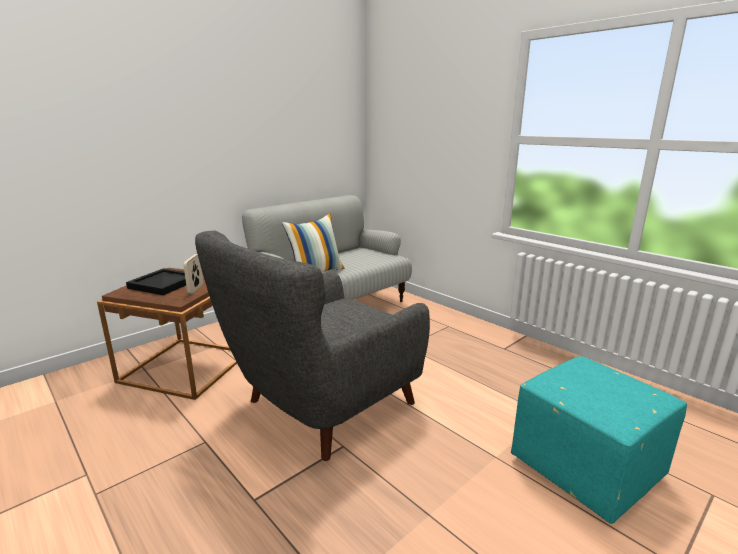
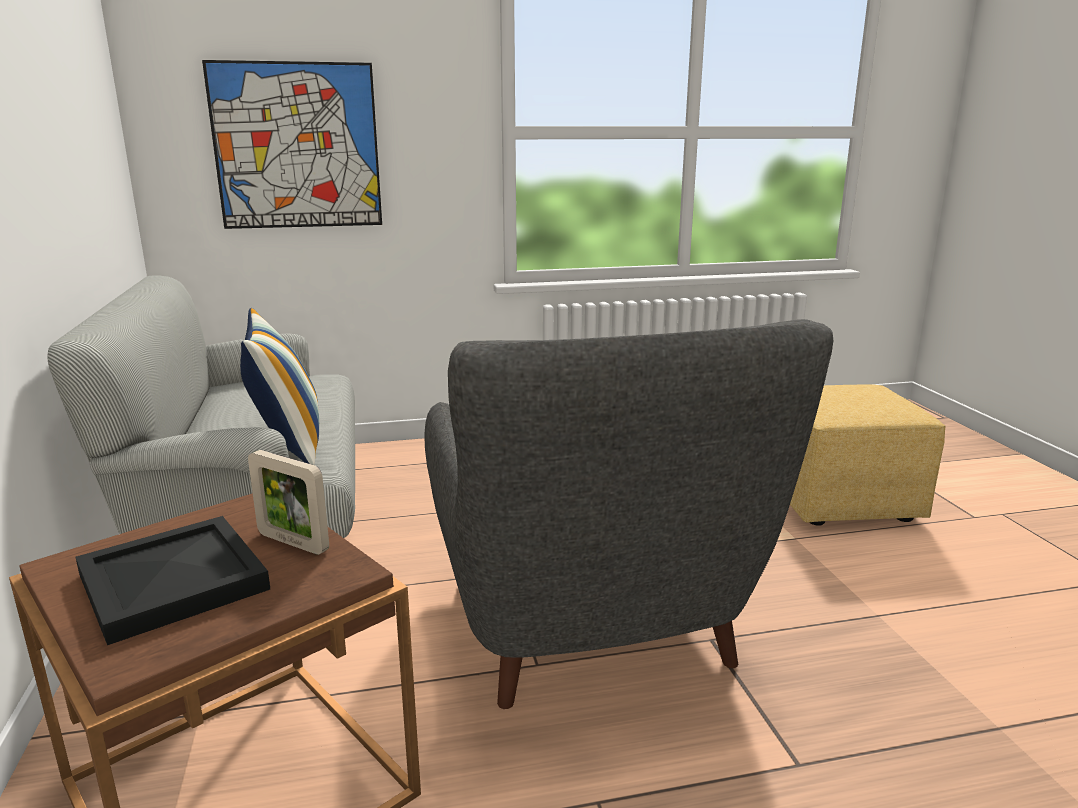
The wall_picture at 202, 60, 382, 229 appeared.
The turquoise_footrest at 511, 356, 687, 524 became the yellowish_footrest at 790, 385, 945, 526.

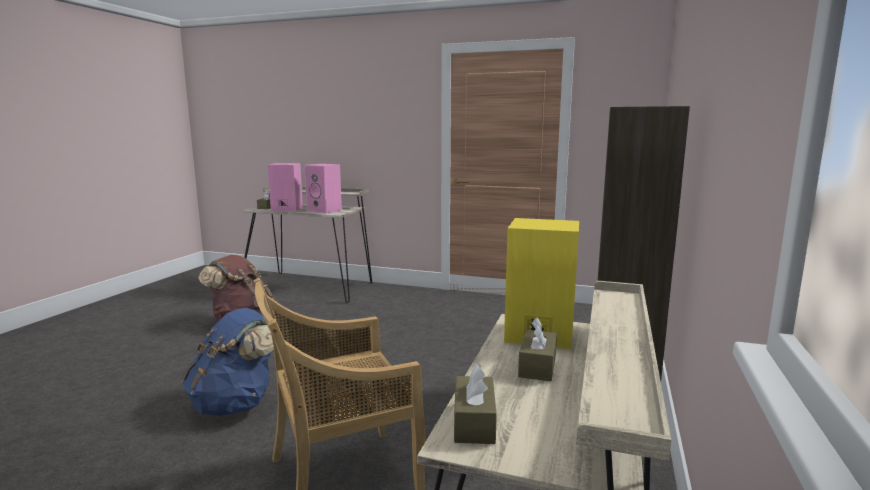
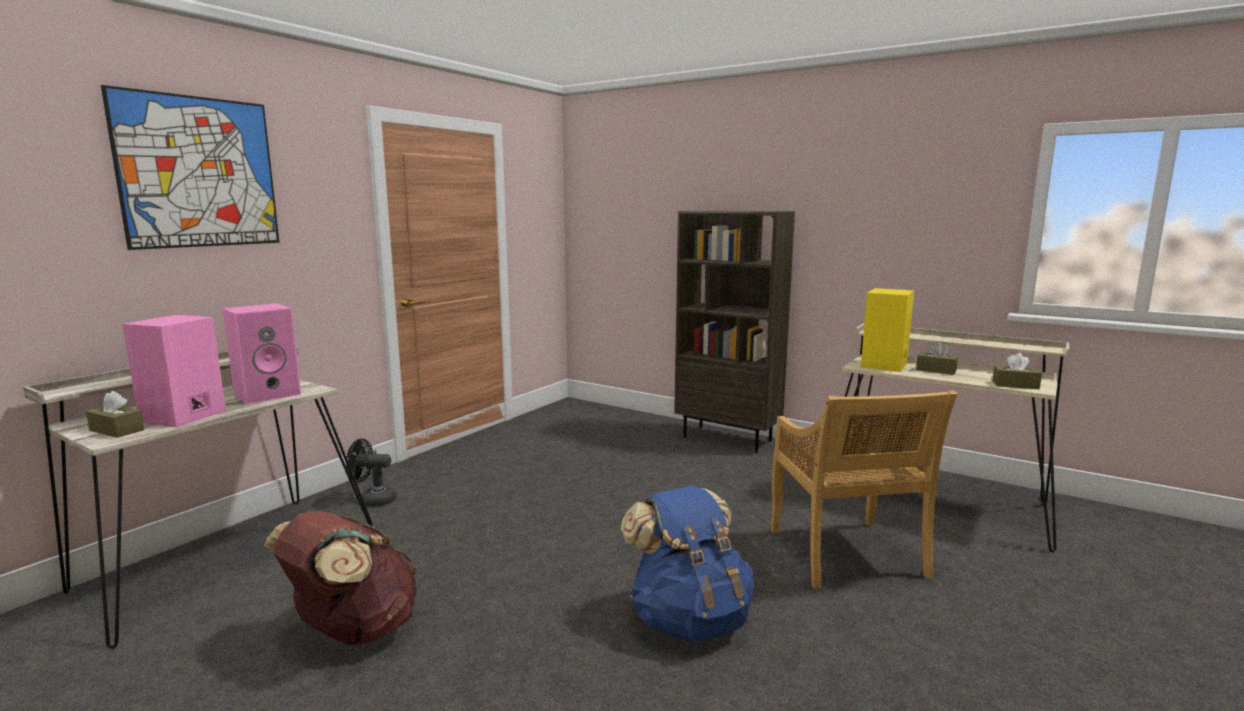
The wall_picture at 101, 85, 280, 250 appeared.
The blackish_cooling_fan at 346, 439, 397, 506 appeared.

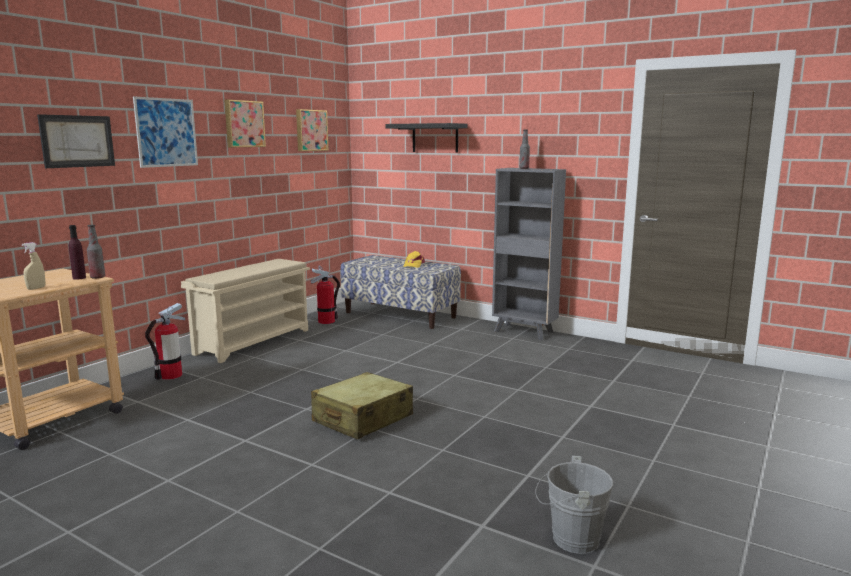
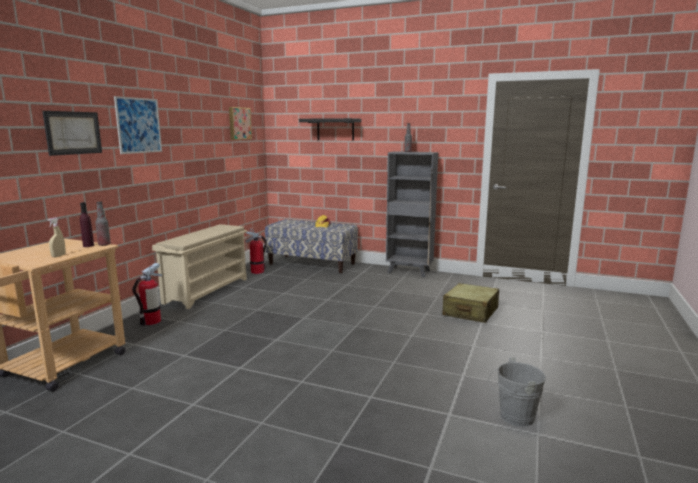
The beige_suitcase moved from 311, 372, 413, 439 to 442, 283, 499, 323.
The wall_picture at 224, 100, 266, 147 disappeared.

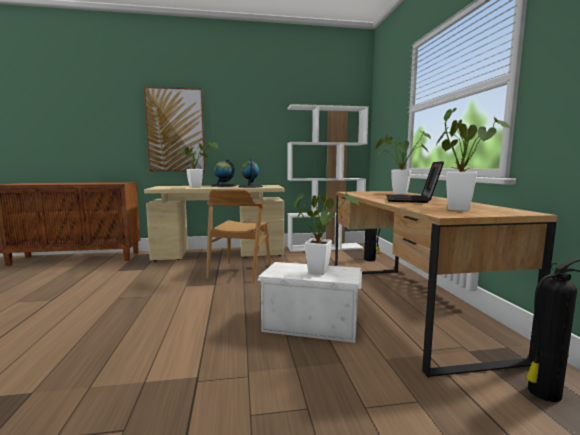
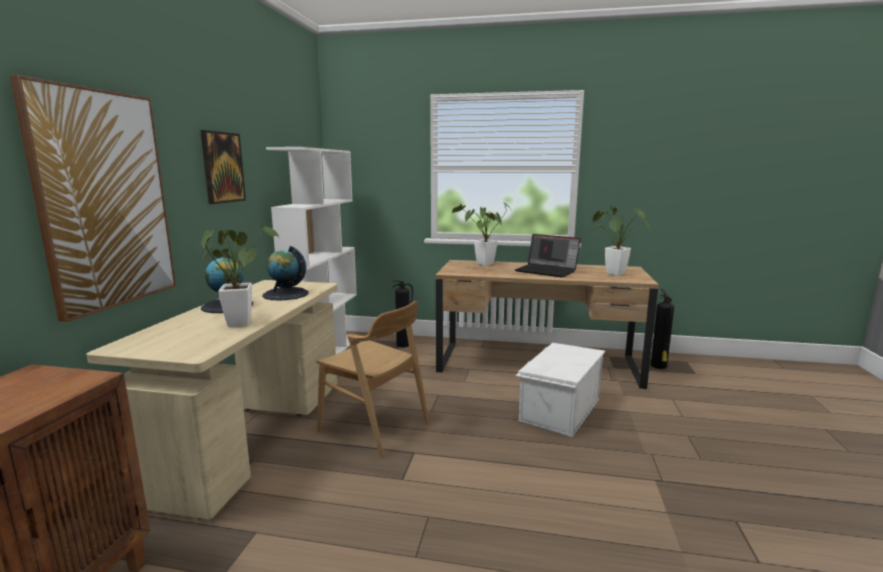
The wall_picture at 200, 130, 246, 204 appeared.
The houseplant at 294, 192, 359, 275 disappeared.

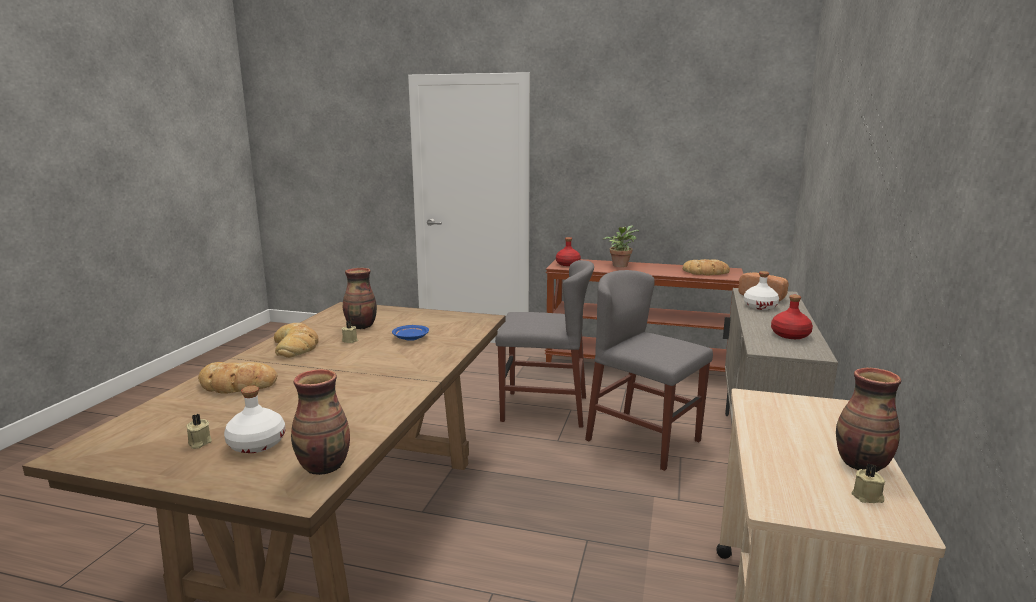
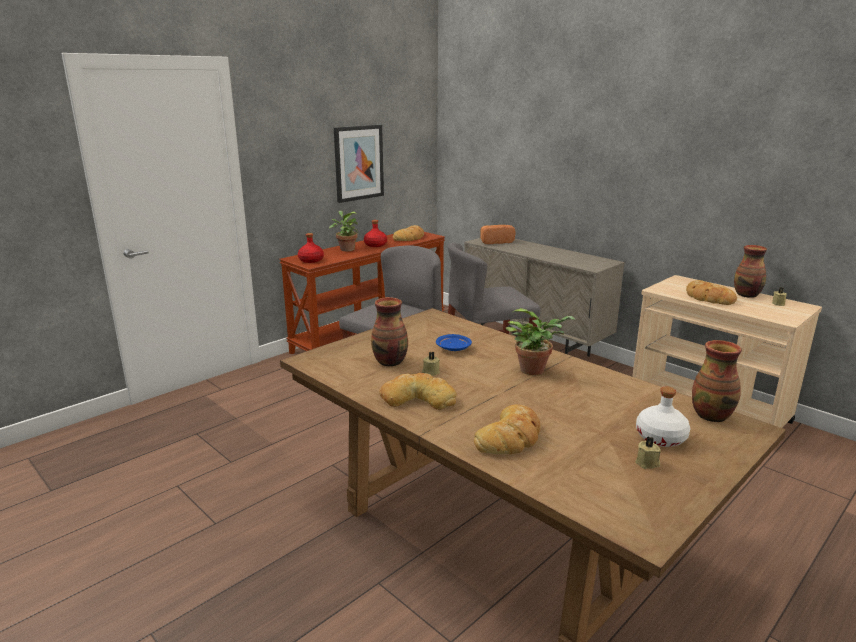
The wall_picture at 334, 125, 384, 203 appeared.
The red_beverage_bottle moved from 771, 295, 813, 339 to 364, 220, 387, 247.
The houseplant at 506, 308, 575, 375 appeared.
The baked_bread at 686, 280, 737, 305 appeared.
The white_beverage_bottle at 744, 271, 779, 310 disappeared.

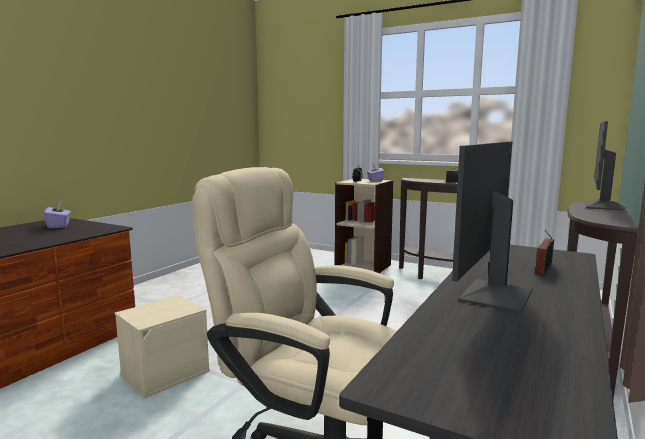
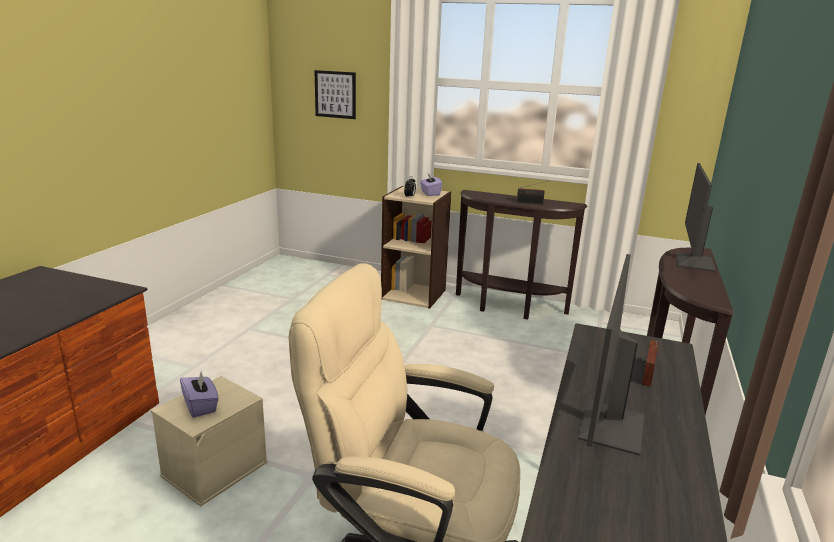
The purple_tissue_holder moved from 44, 201, 71, 228 to 180, 372, 219, 418.
The wall_picture at 314, 70, 356, 119 appeared.

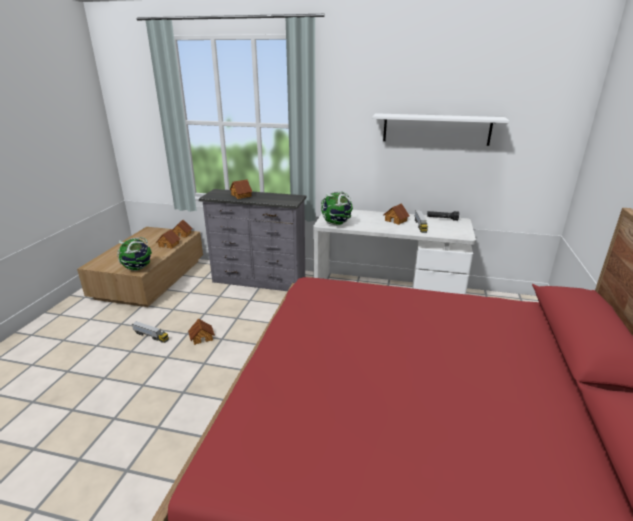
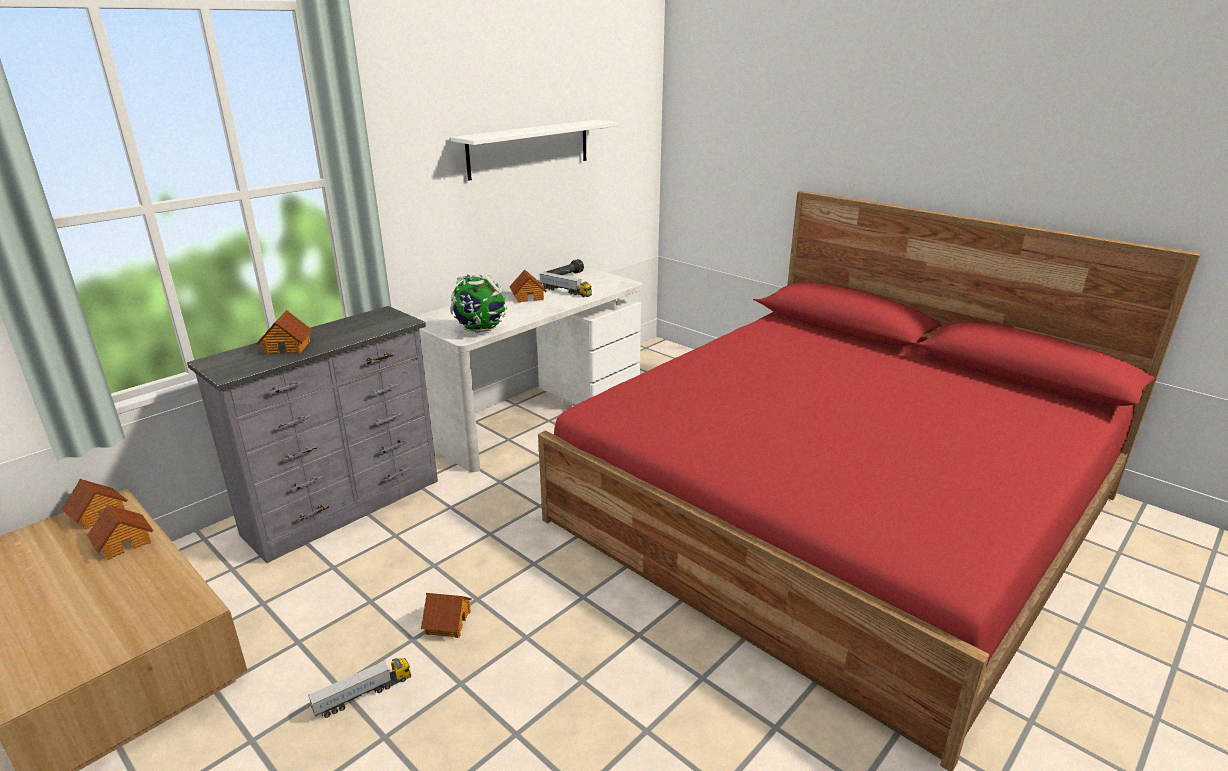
The globe at 117, 237, 152, 271 disappeared.

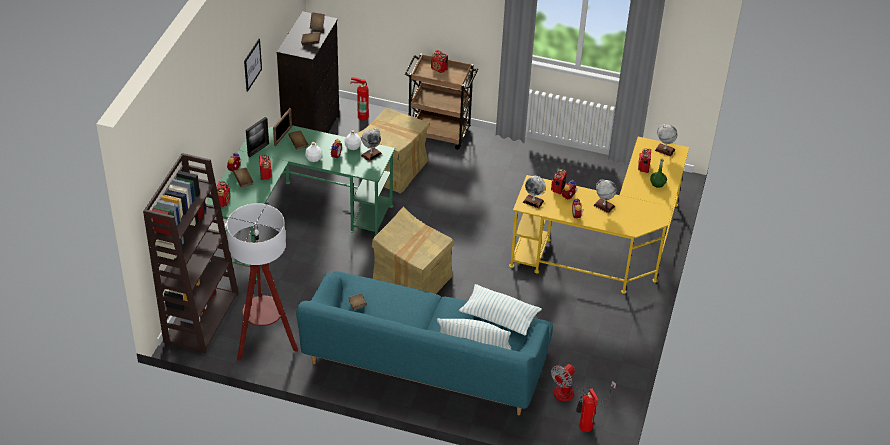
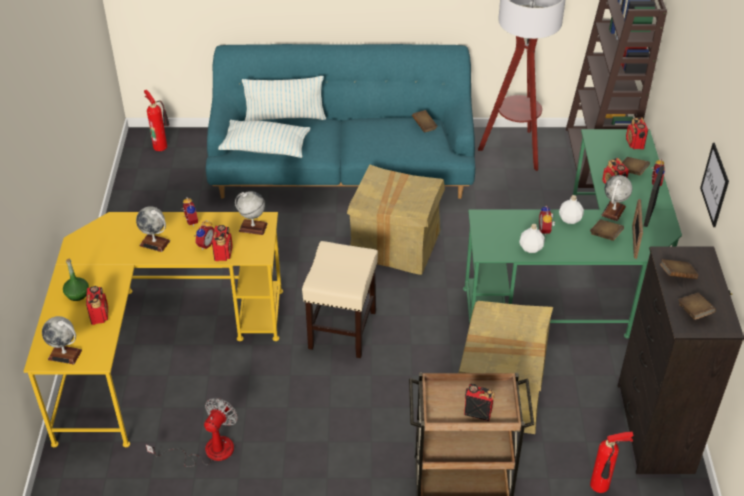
The cooling_fan moved from 551, 364, 616, 402 to 146, 398, 238, 467.
The beige_stool at 302, 241, 378, 358 appeared.
The globe moved from 361, 128, 382, 161 to 601, 175, 632, 221.

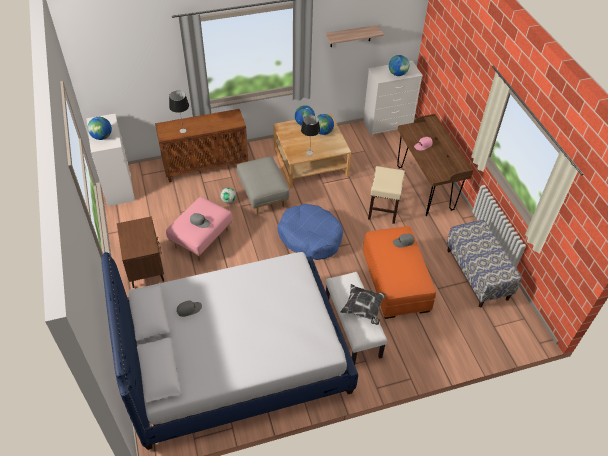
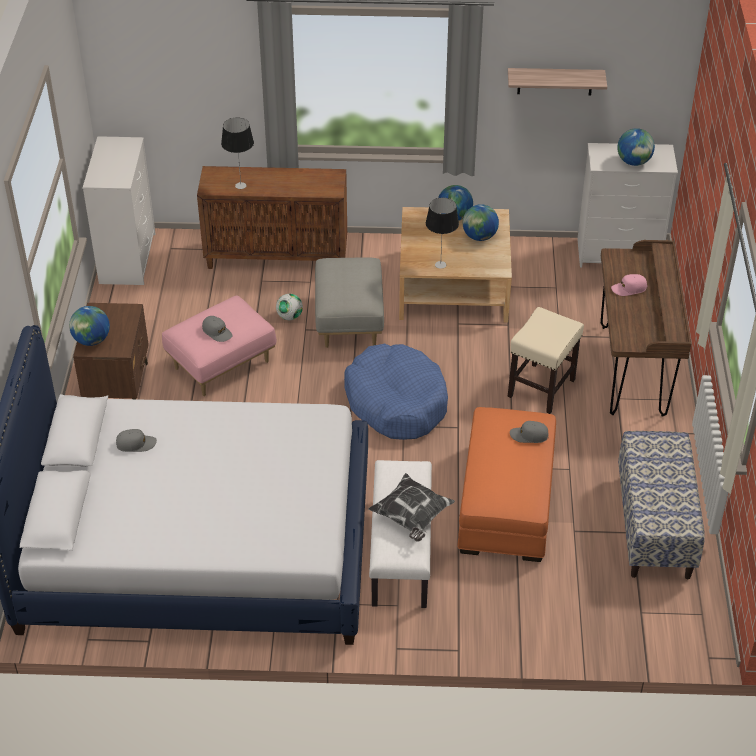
The globe moved from 88, 117, 112, 140 to 69, 306, 110, 346.

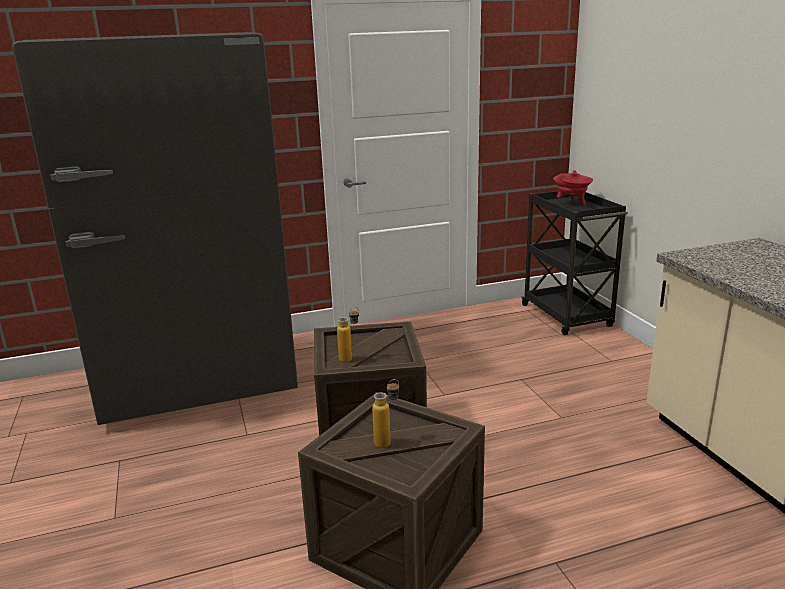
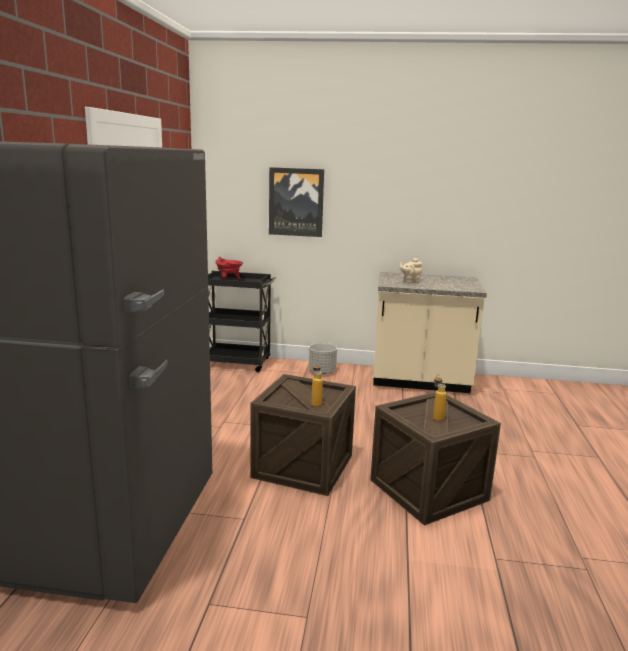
The wall_picture at 269, 167, 324, 237 appeared.
The grey_plant_pot at 309, 343, 337, 374 appeared.
The beige_teapot at 400, 258, 422, 283 appeared.

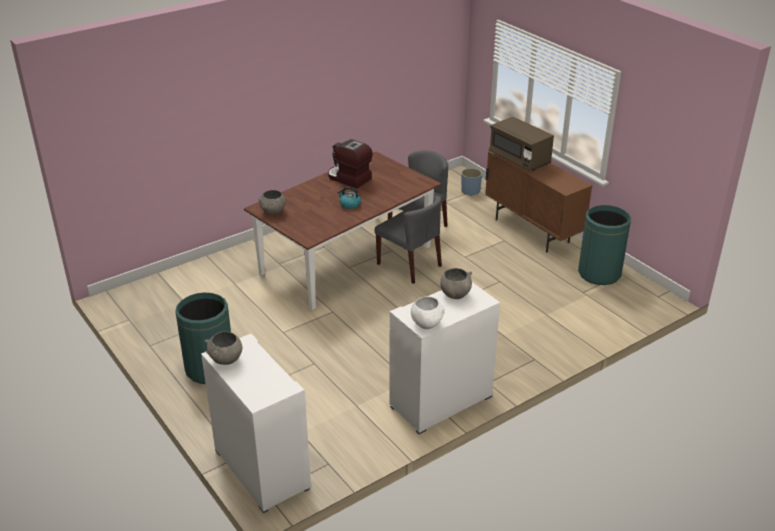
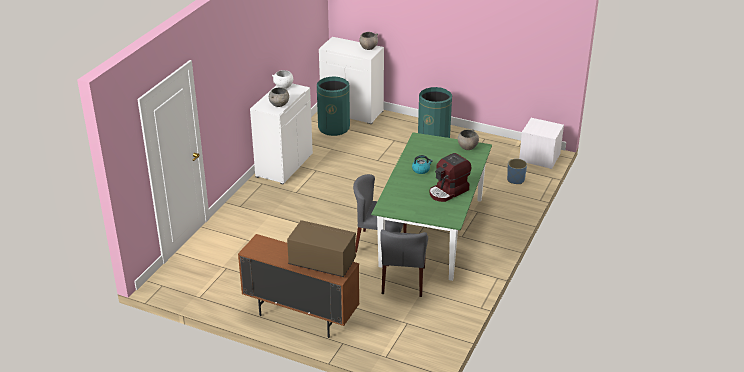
The greenish_waste_bin moved from 578, 205, 631, 285 to 317, 76, 350, 136.
The brown_dining_table at 244, 152, 441, 310 became the greenish_dining_table at 371, 133, 492, 281.
The coffee_brewer at 328, 139, 373, 189 turned 135 degrees clockwise.
The bluish_plant_pot moved from 461, 168, 482, 196 to 507, 159, 527, 184.
The white_night_table at 519, 118, 564, 169 appeared.

